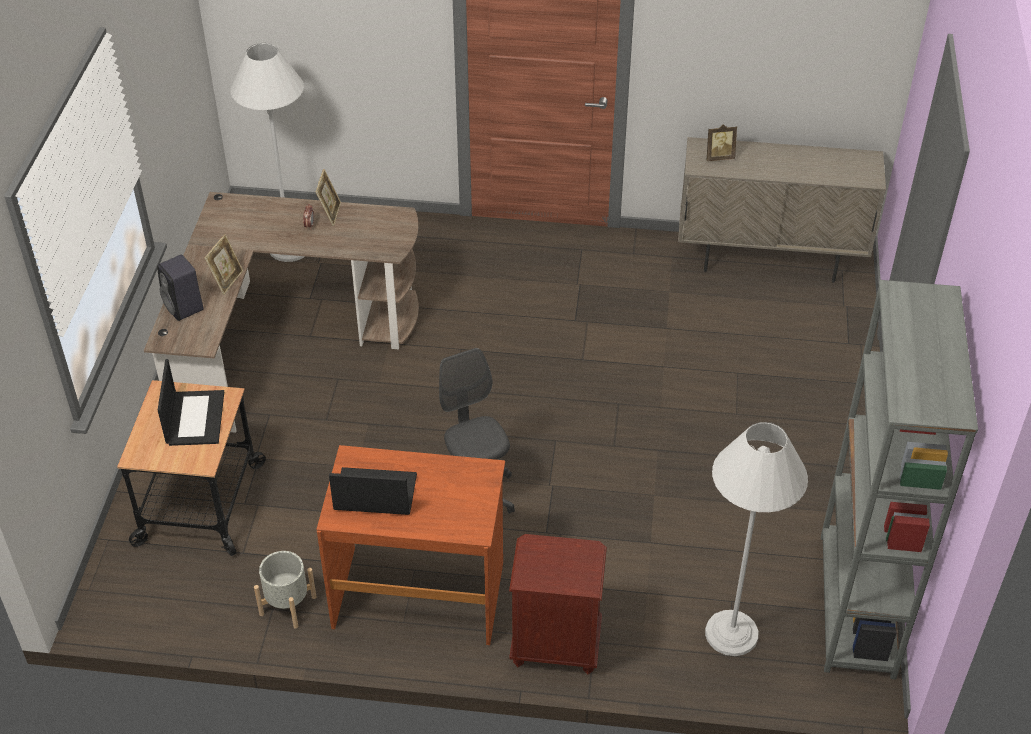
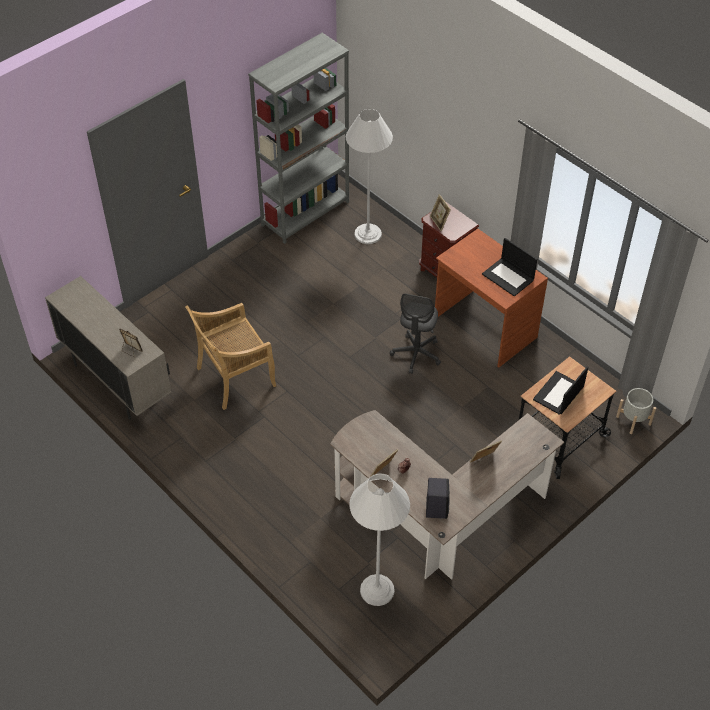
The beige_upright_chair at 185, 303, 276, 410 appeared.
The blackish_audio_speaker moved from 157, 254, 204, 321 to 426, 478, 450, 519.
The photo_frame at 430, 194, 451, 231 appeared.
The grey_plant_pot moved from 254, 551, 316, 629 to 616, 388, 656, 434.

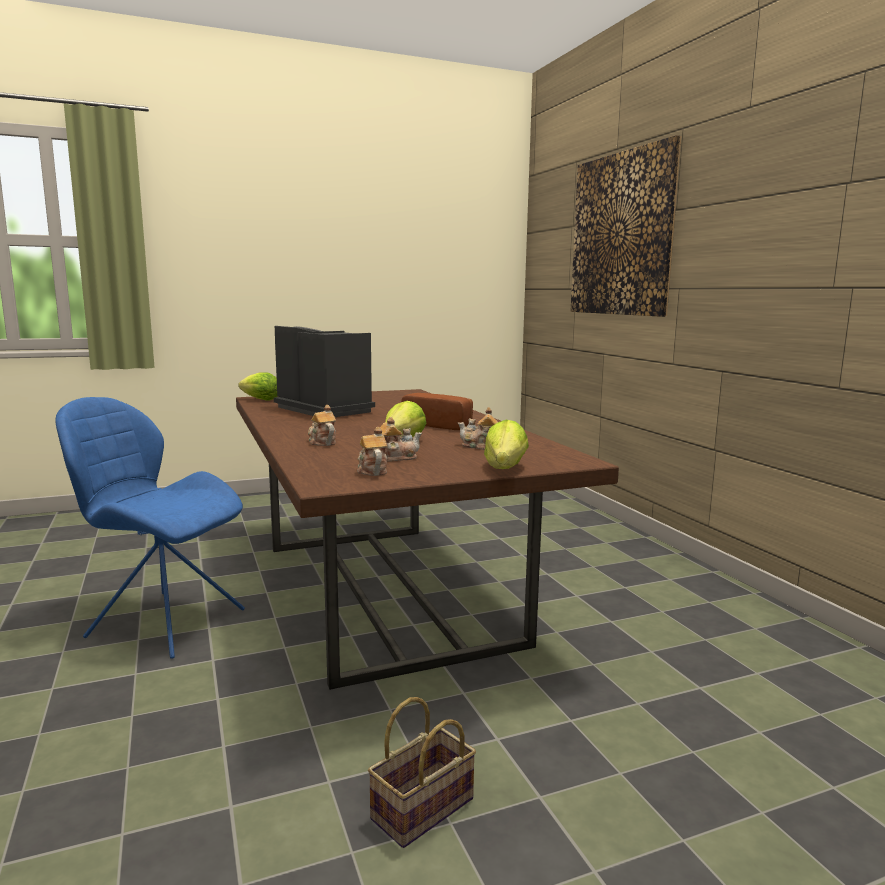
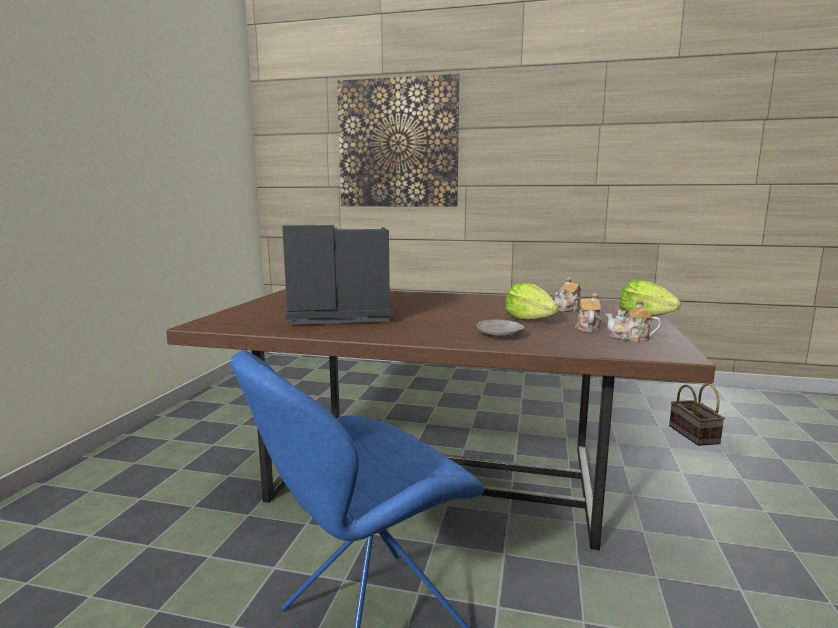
The teapot at 308, 405, 336, 446 was replaced by the beige_dinner_plate at 477, 320, 525, 338.
The basket moved from 368, 697, 476, 848 to 669, 383, 725, 446.
The head_of_lettuce at 238, 372, 278, 401 disappeared.
The baked_bread at 401, 393, 473, 430 disappeared.

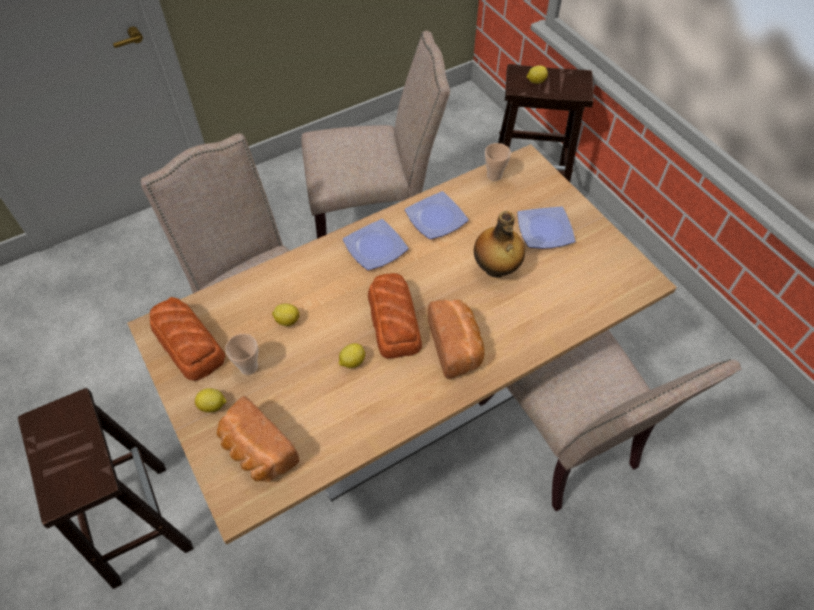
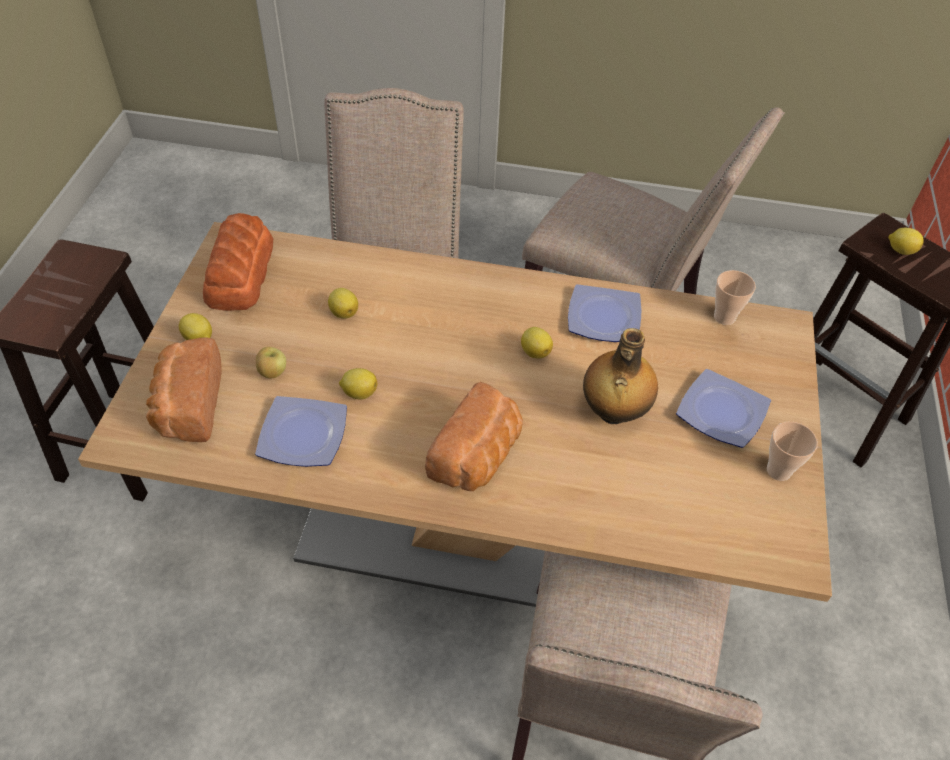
The dinner_plate moved from 343, 219, 408, 270 to 255, 396, 347, 467.
The whole_apple at 256, 347, 286, 378 appeared.
The lemon at 521, 327, 553, 359 appeared.
The drinking_cup moved from 225, 334, 258, 375 to 767, 421, 818, 481.
The baked_bread at 368, 273, 422, 359 disappeared.

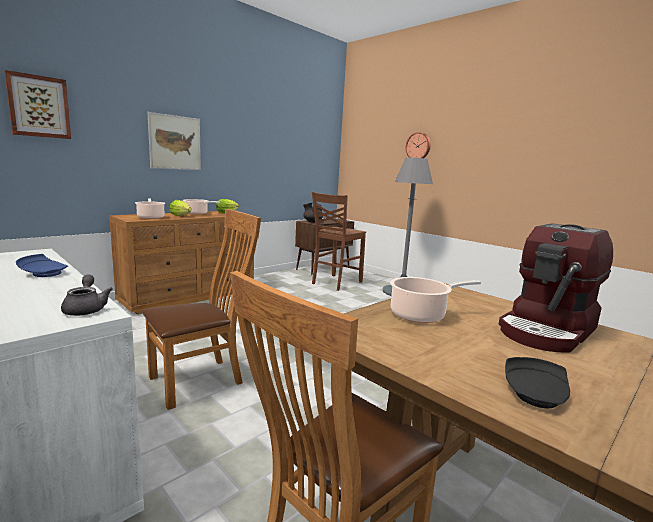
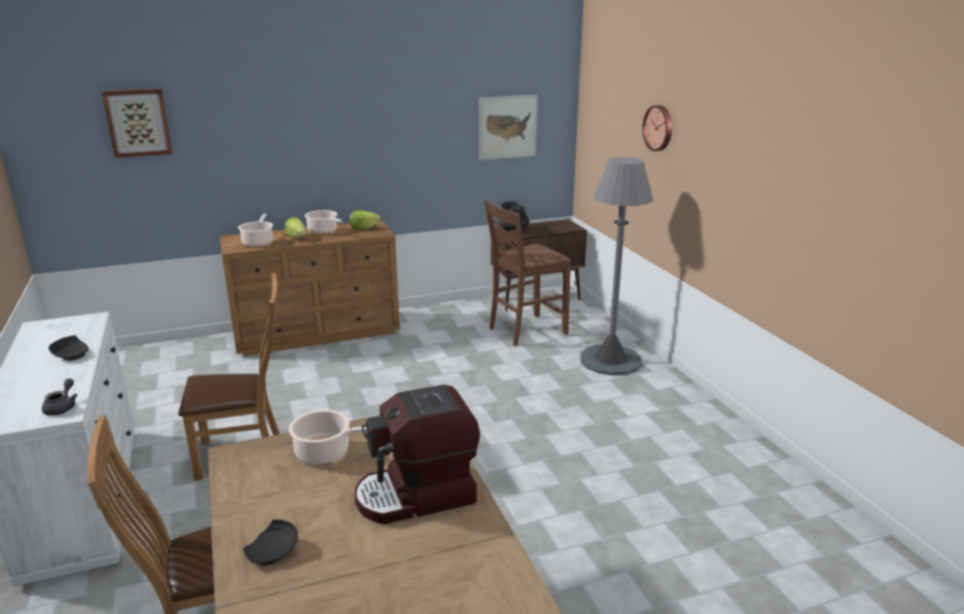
The bluish_dinner_plate at 16, 254, 68, 277 became the blackish_dinner_plate at 49, 335, 89, 360.
The wall_picture moved from 148, 112, 201, 170 to 479, 95, 538, 161.

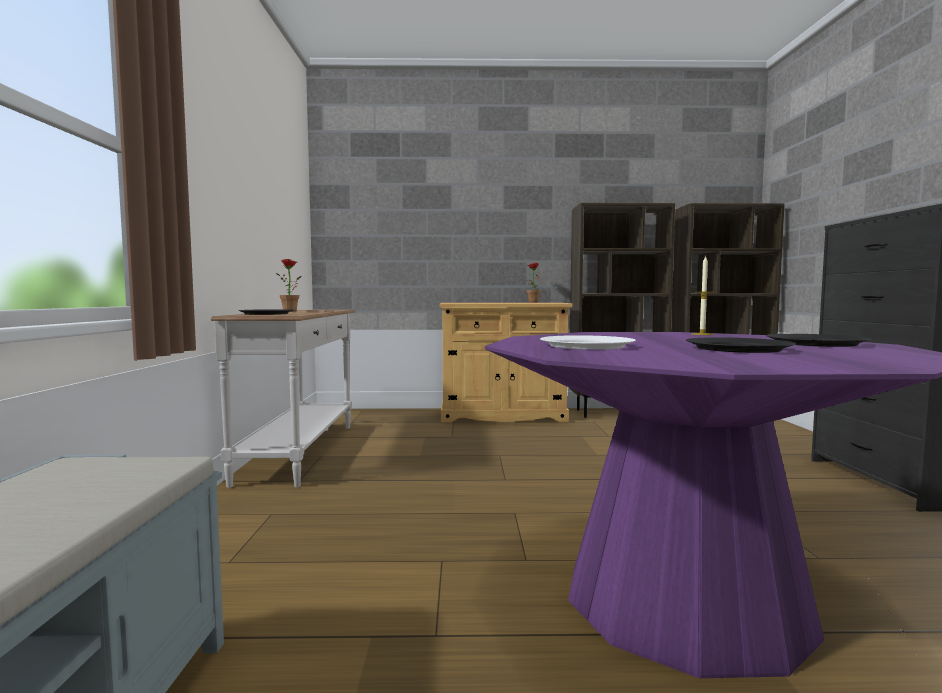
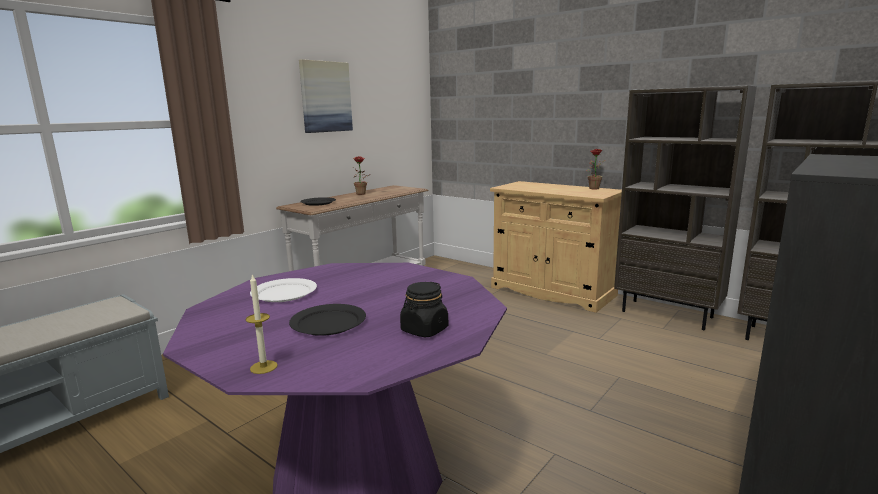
The wax_candle moved from 691, 255, 714, 335 to 246, 274, 278, 374.
The wall_picture at 299, 59, 353, 133 appeared.
The blackish_dinner_plate at 766, 334, 871, 347 was replaced by the blackish_preserve_jar at 400, 282, 448, 337.

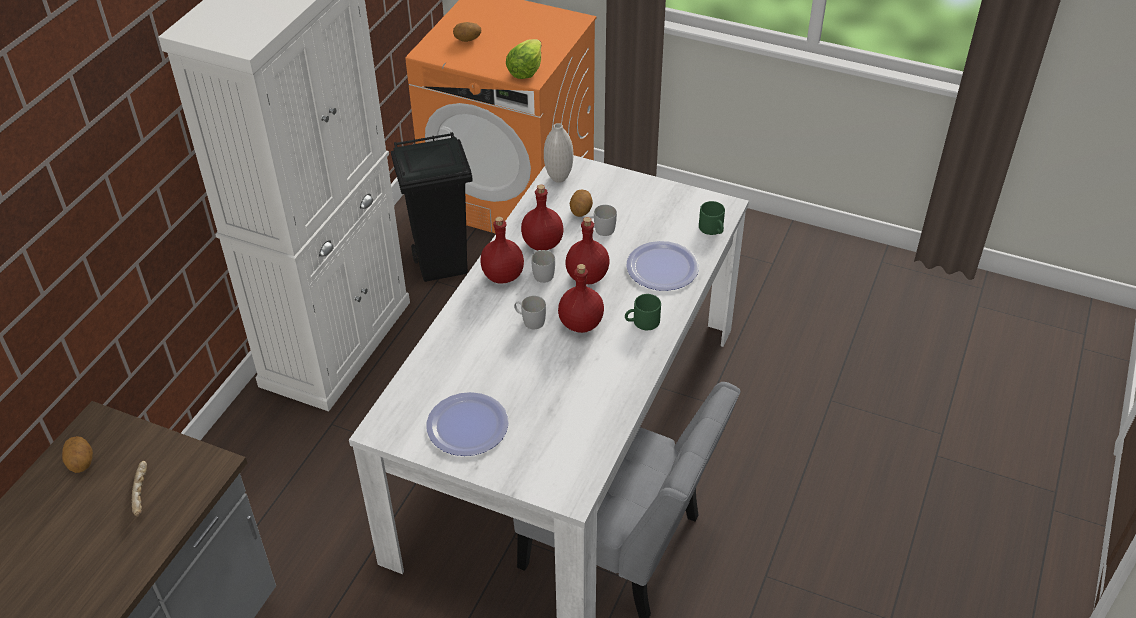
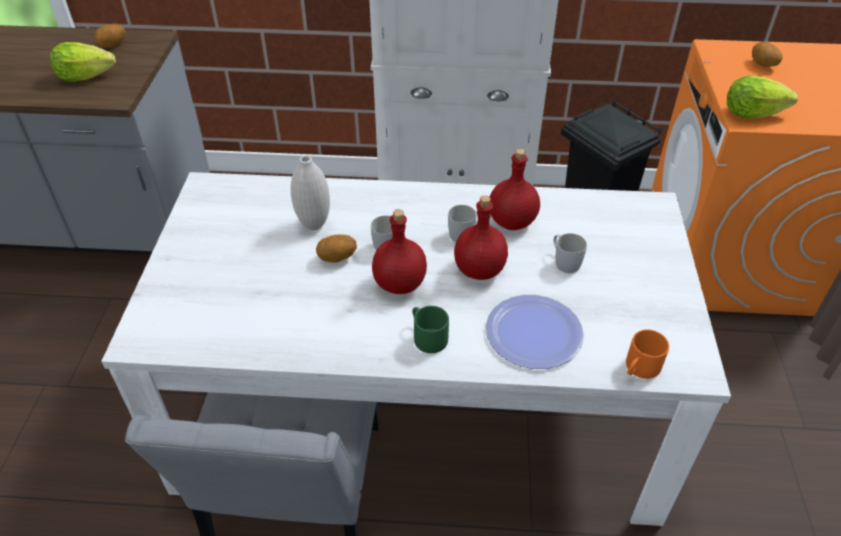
The baked_bread at 132, 461, 147, 517 was replaced by the head_of_lettuce at 50, 42, 116, 82.
The white_vase moved from 544, 123, 573, 183 to 291, 156, 330, 230.
The potato moved from 570, 189, 593, 217 to 316, 235, 357, 263.
The greenish_mug at 699, 201, 725, 235 became the orange_mug at 626, 330, 669, 379.
The dinner_plate at 426, 392, 509, 456 disappeared.
The red_beverage_bottle at 480, 216, 524, 283 disappeared.

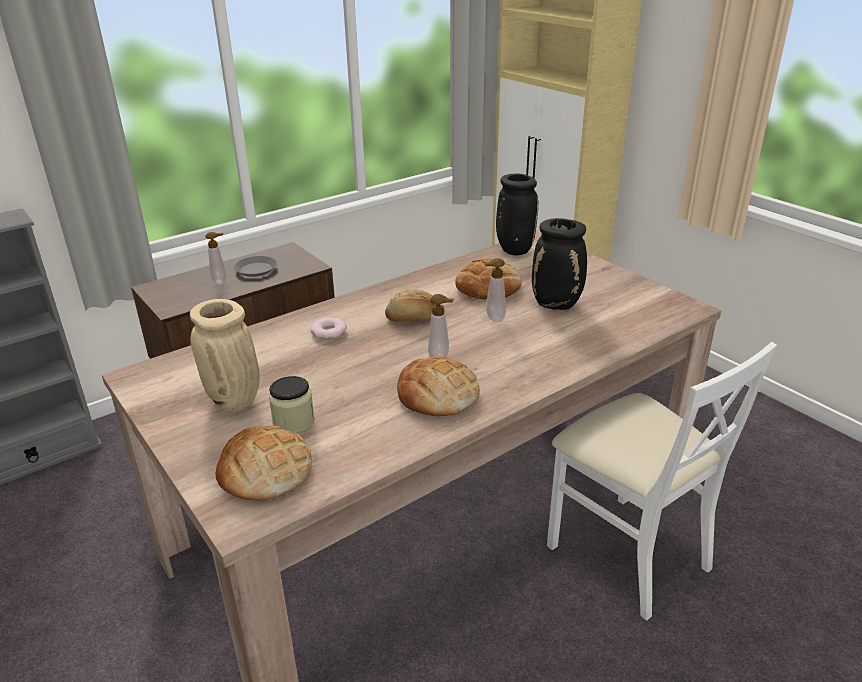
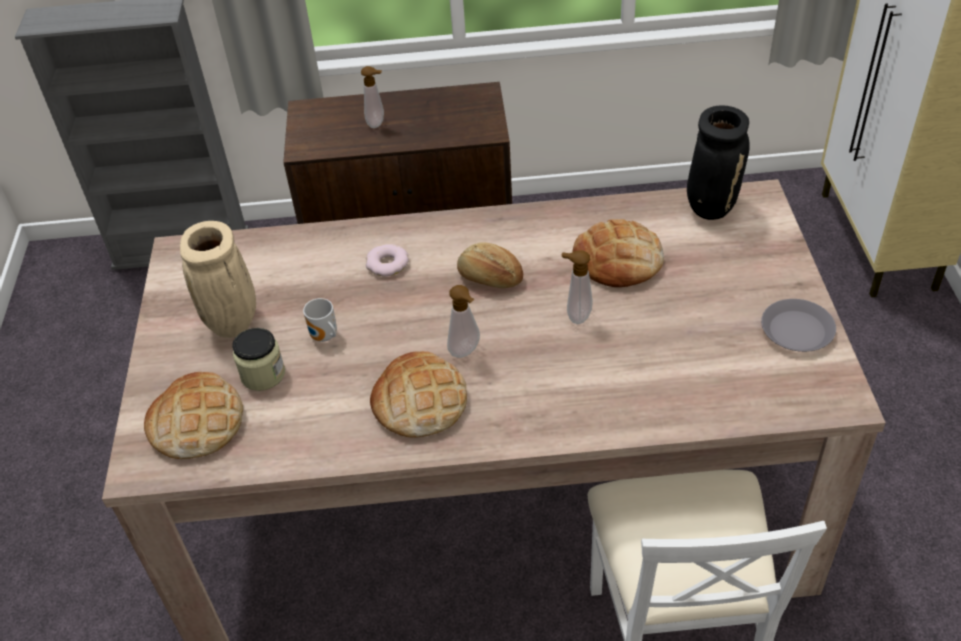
The mug at 303, 298, 337, 342 appeared.
The grey_dinner_plate moved from 234, 256, 277, 277 to 761, 299, 836, 352.
The blackish_vase at 532, 218, 587, 310 disappeared.

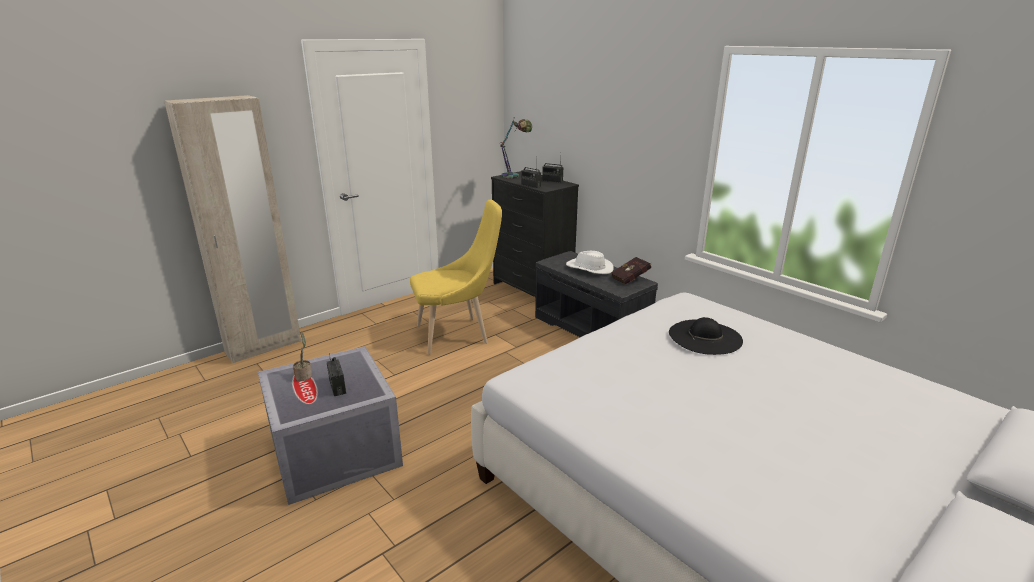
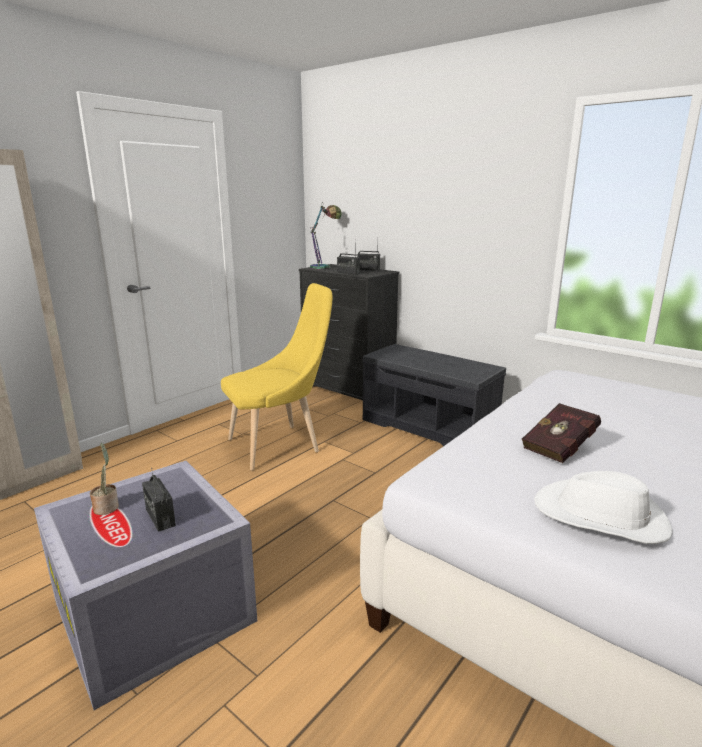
The red_bound_book moved from 611, 257, 651, 285 to 522, 403, 601, 463.
The white_hat moved from 566, 251, 614, 274 to 534, 471, 673, 544.
The blackish_hat at 669, 317, 743, 355 disappeared.

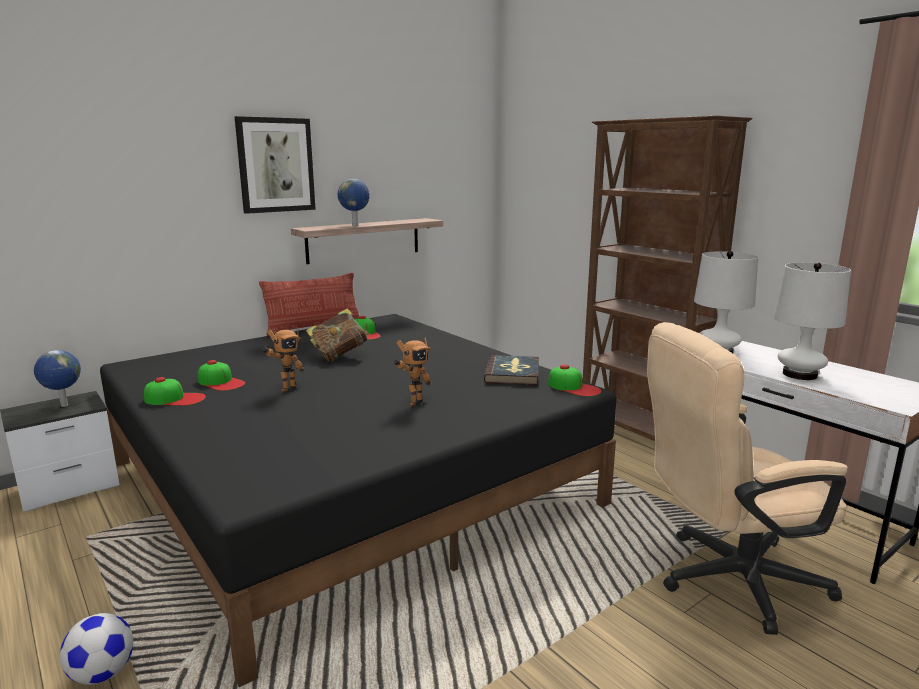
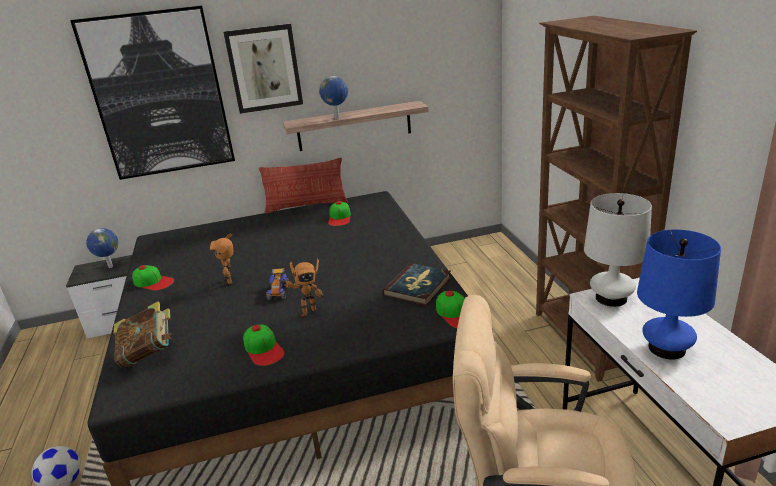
The wall_picture at 70, 5, 235, 180 appeared.
The bound_book moved from 306, 308, 369, 362 to 114, 301, 171, 367.
The toy_robot at 262, 327, 304, 392 turned 105 degrees clockwise.
The cap moved from 198, 360, 245, 391 to 243, 325, 284, 366.
The model_car at 266, 268, 289, 300 appeared.
The white_table_lamp at 774, 262, 851, 380 became the bluish_table_lamp at 637, 229, 721, 360.

